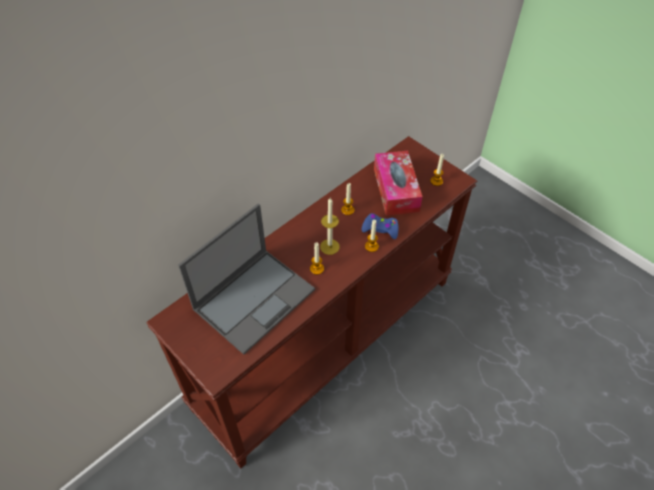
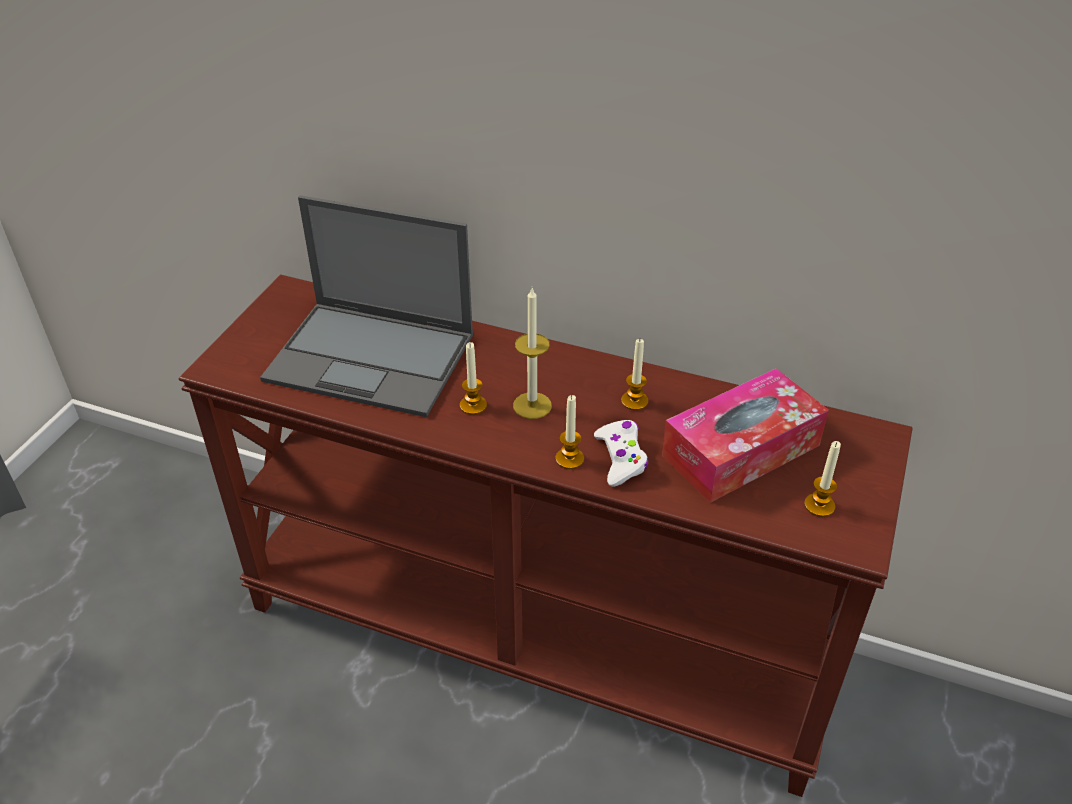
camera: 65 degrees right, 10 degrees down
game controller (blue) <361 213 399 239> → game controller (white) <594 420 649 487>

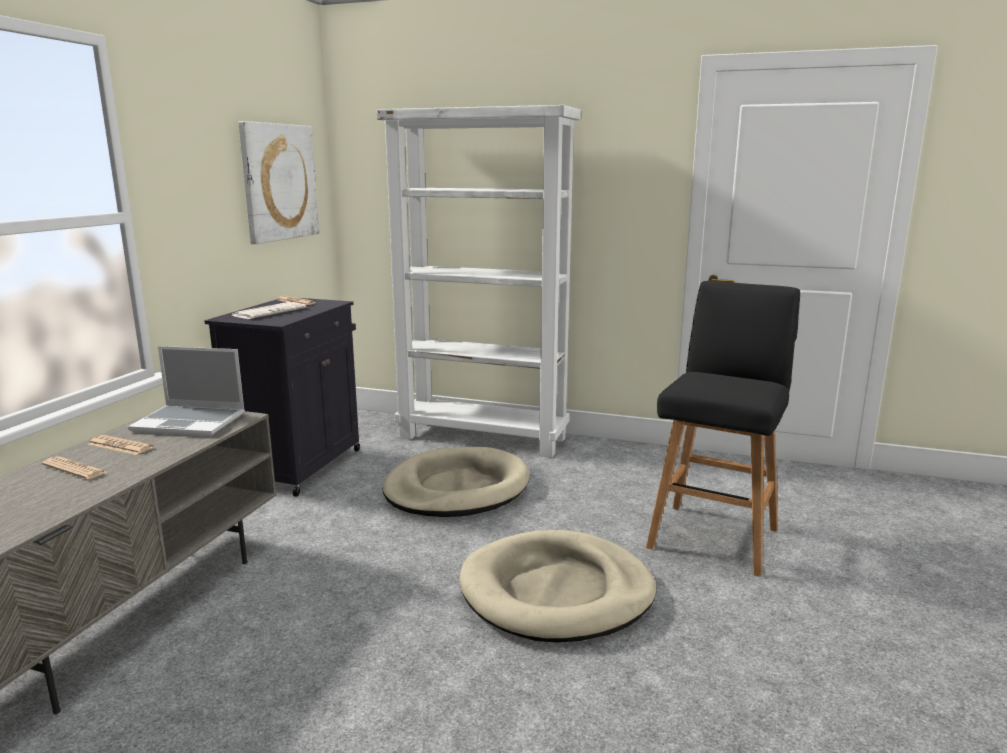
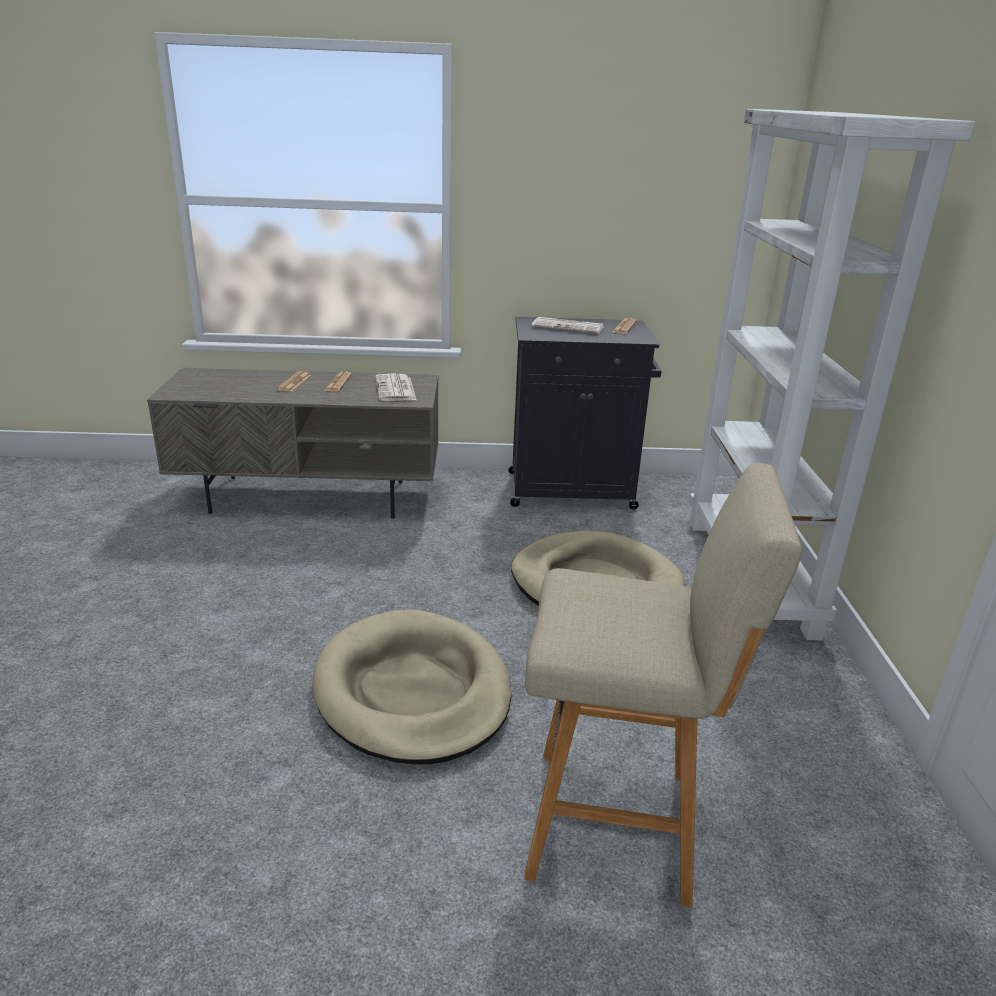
camera: 70 degrees right, 10 degrees up
laptop <128 346 245 436> → newspaper <376 374 416 401>
picture <238 121 319 244> → -
stool (black) <646 281 800 577> → stool (beige) <524 463 802 908>

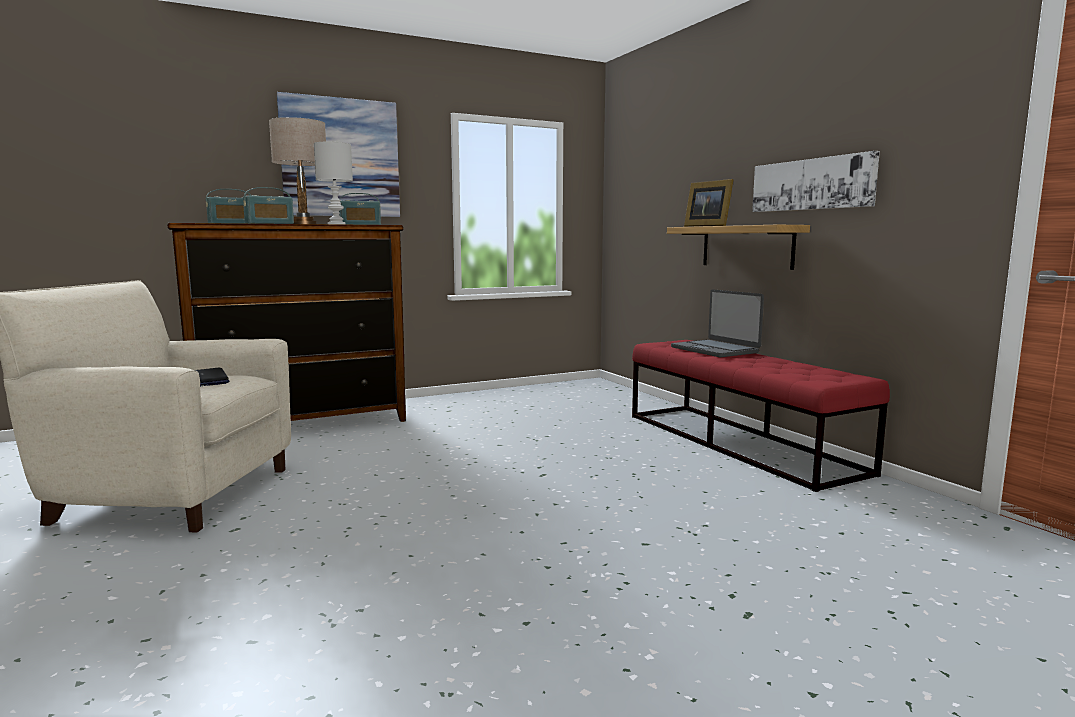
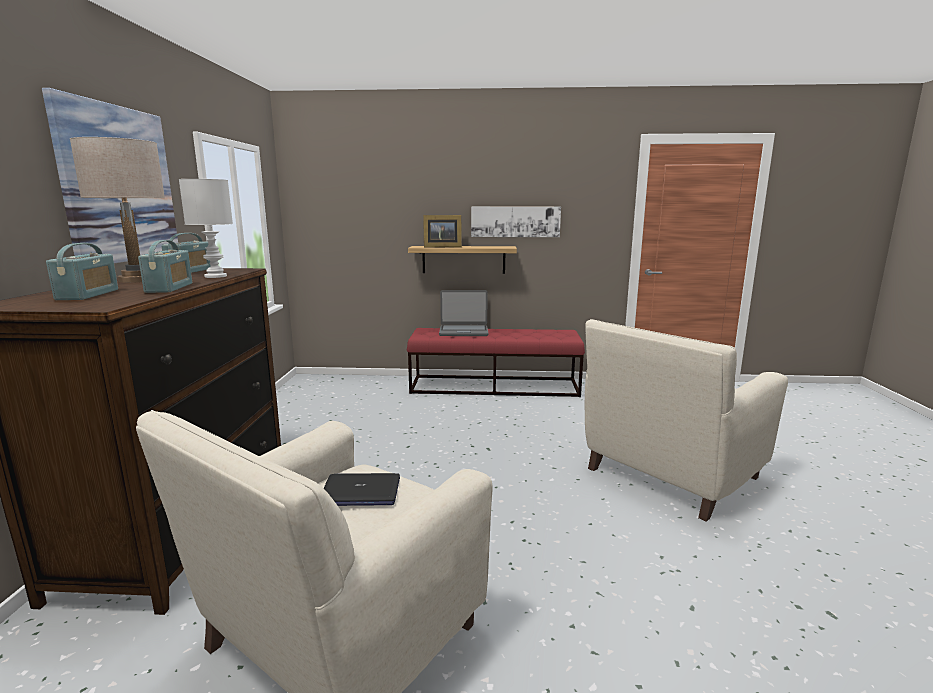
camera: 60 degrees left, 5 degrees up
- → armchair (beige) <585 319 788 522>

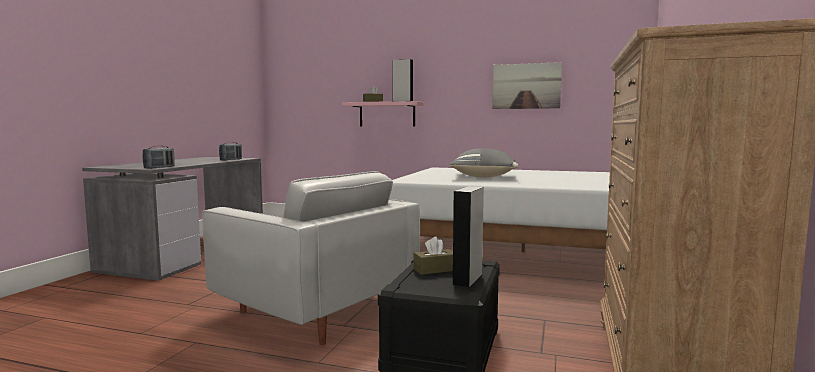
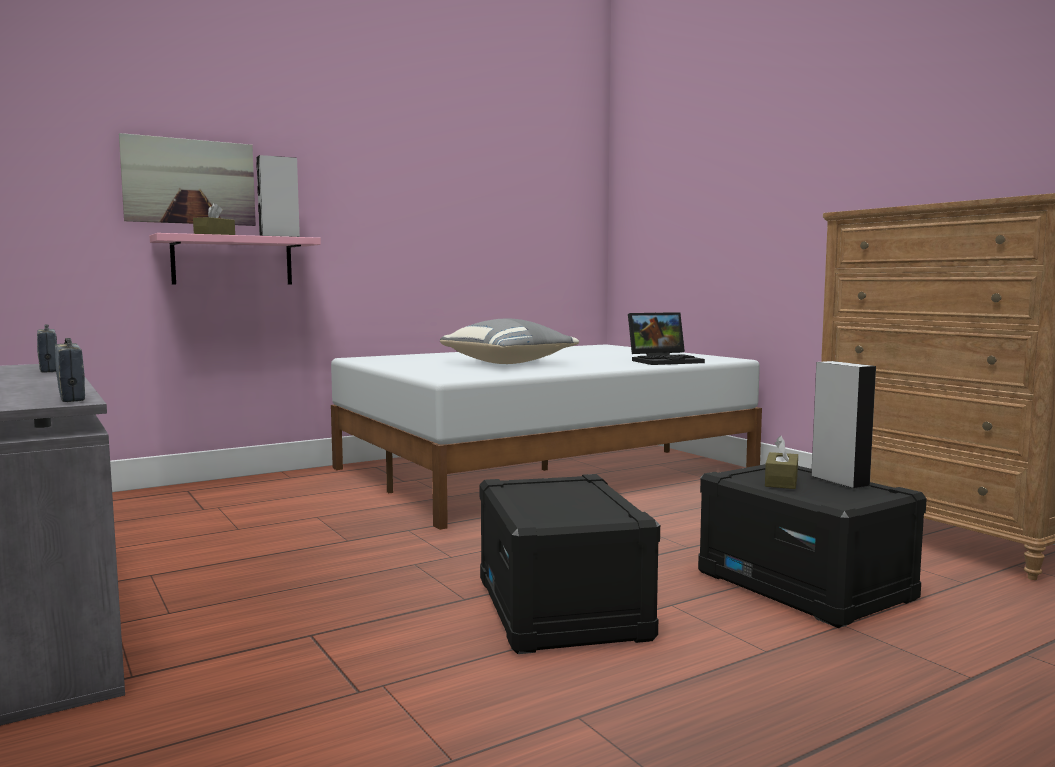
camera: 50 degrees left, 0 degrees up
armchair (white) <202 171 420 345> → storage box (black) <480 474 660 654>
picture <492 62 562 109> → picture <119 133 256 226>, moved
- → laptop <628 312 705 365>

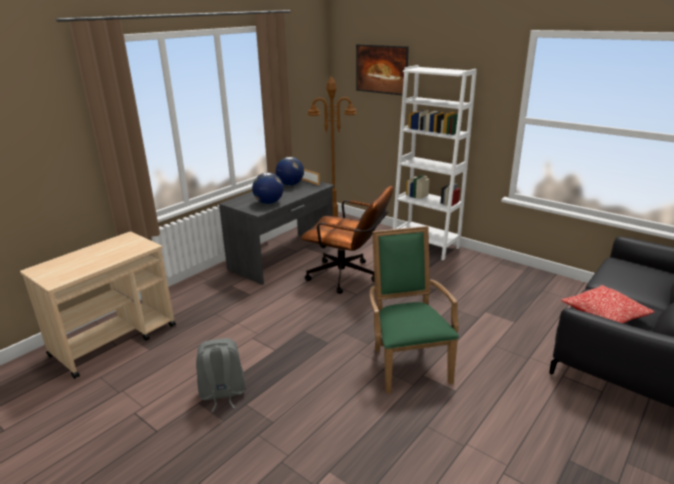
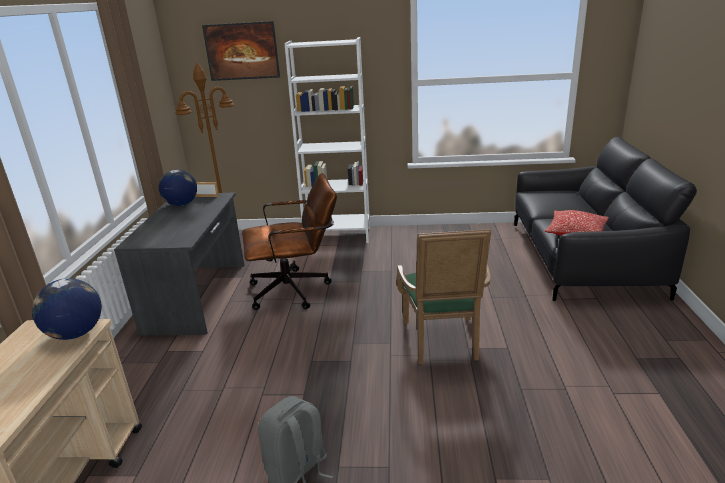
camera: 35 degrees left, 0 degrees up
globe <252 173 284 204> → globe <32 278 102 340>, moved
armchair (green) <370 226 459 394> → armchair (green) <397 229 491 364>, 135 degrees counterclockwise

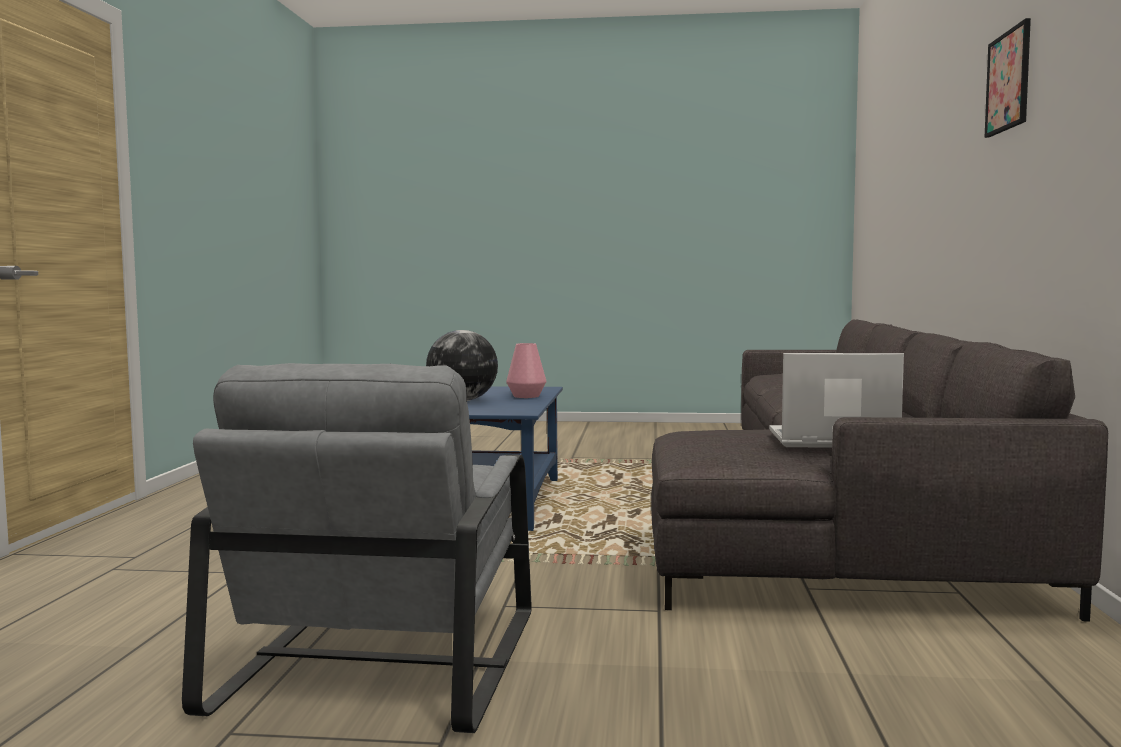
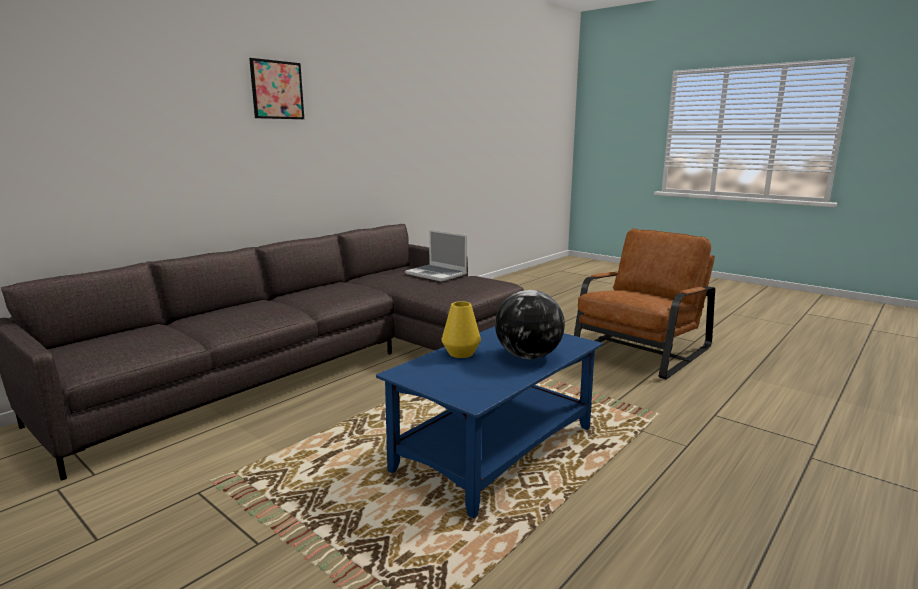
camera: 145 degrees left, 10 degrees up
armchair (grey) <182 363 532 733> → armchair (brown) <574 229 715 379>
vase (pink) <506 343 546 398> → vase (yellow) <442 301 481 358>

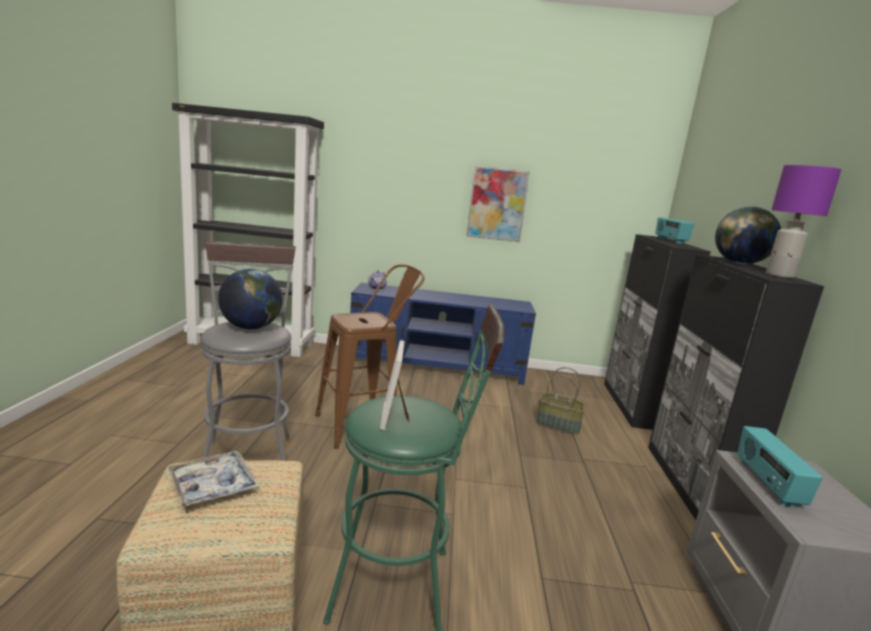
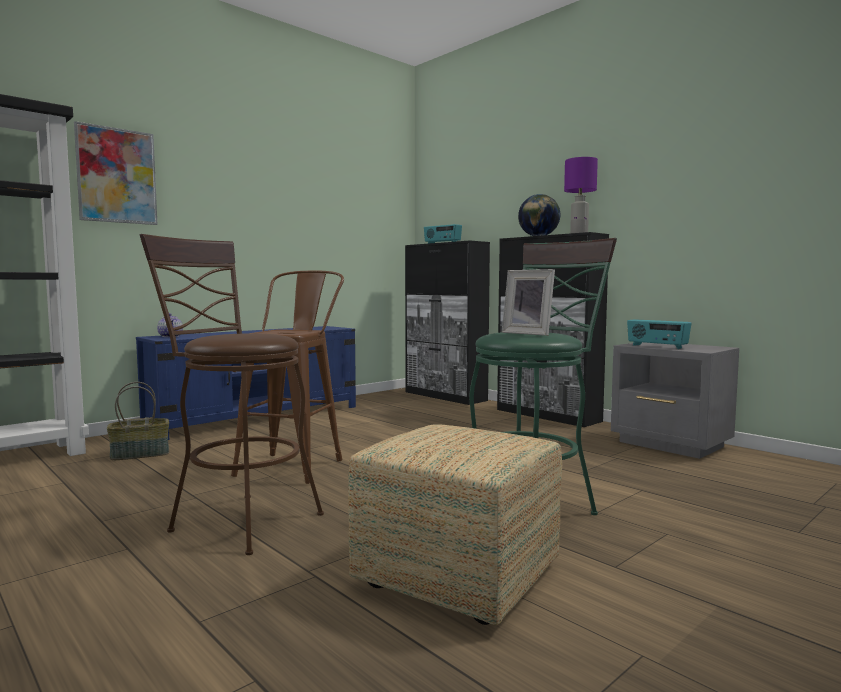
camera: 45 degrees left, 10 degrees down
tray <167 451 260 508> → -
stool (grey) <201 241 296 461> → stool (brown) <139 234 324 555>
globe <218 269 283 330> → -
picture <466 165 530 242> → picture <74 121 158 225>, moved
basket <536 367 586 435> → basket <107 382 169 460>, moved

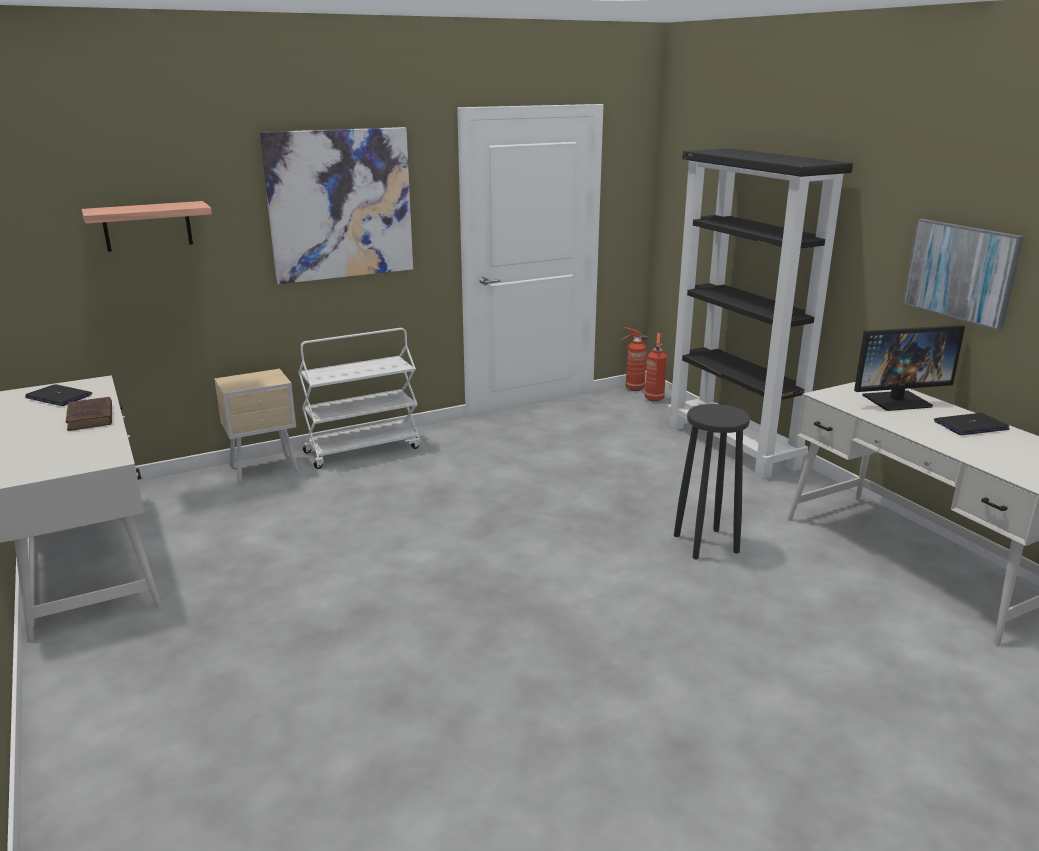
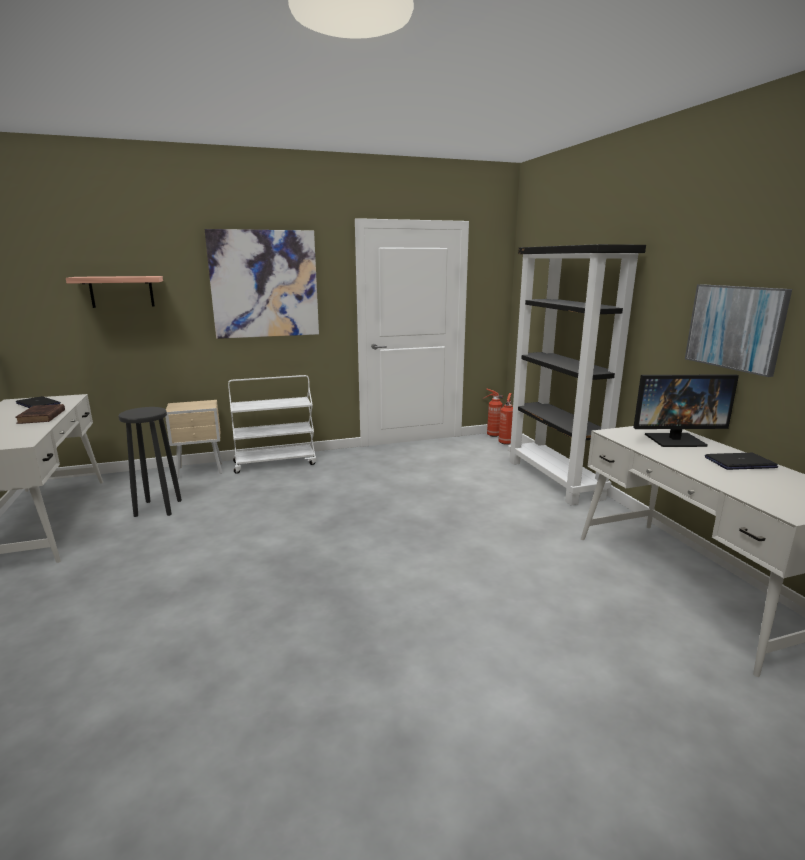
camera: 10 degrees right, 5 degrees down
stool (black) <674 404 750 559> → stool (black) <119 407 182 517>, moved

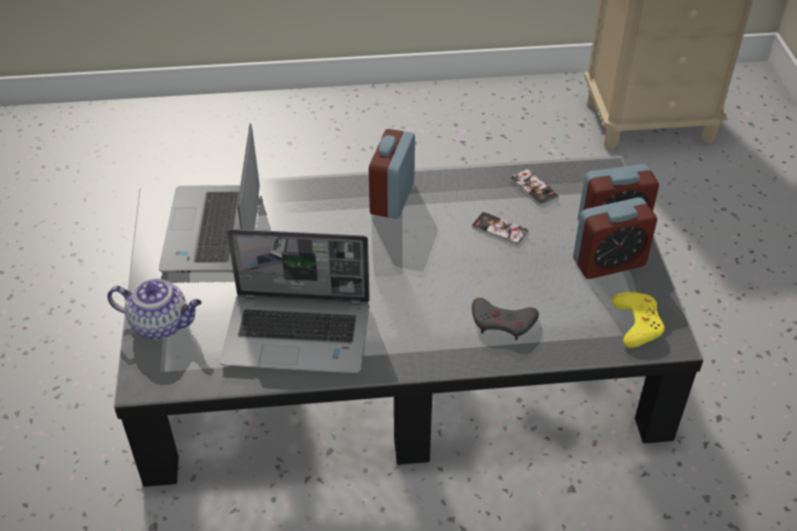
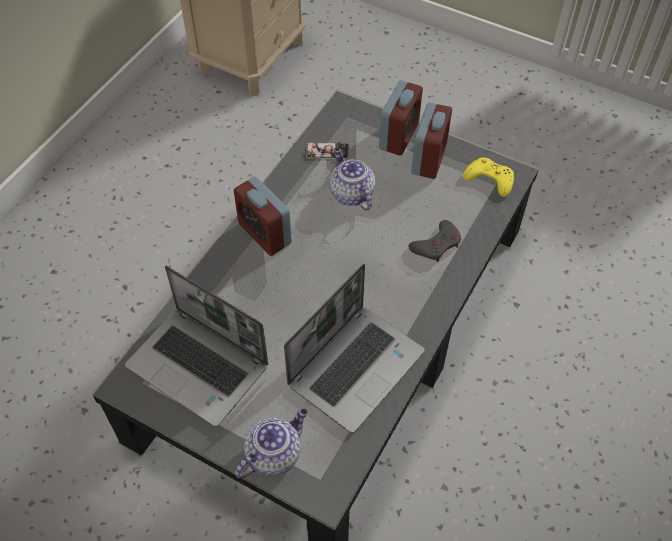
camera: 55 degrees left, 10 degrees up
phone <471 212 528 245> → teapot <329 148 375 210>

